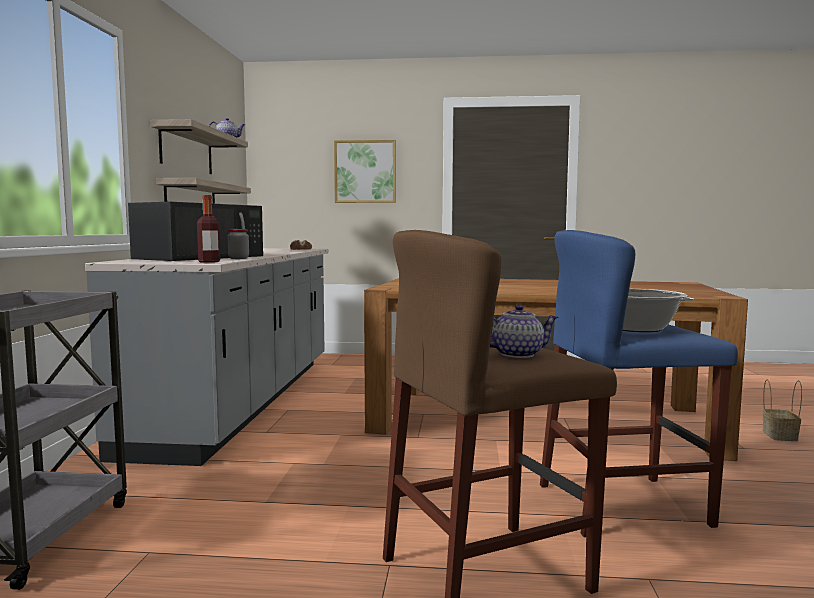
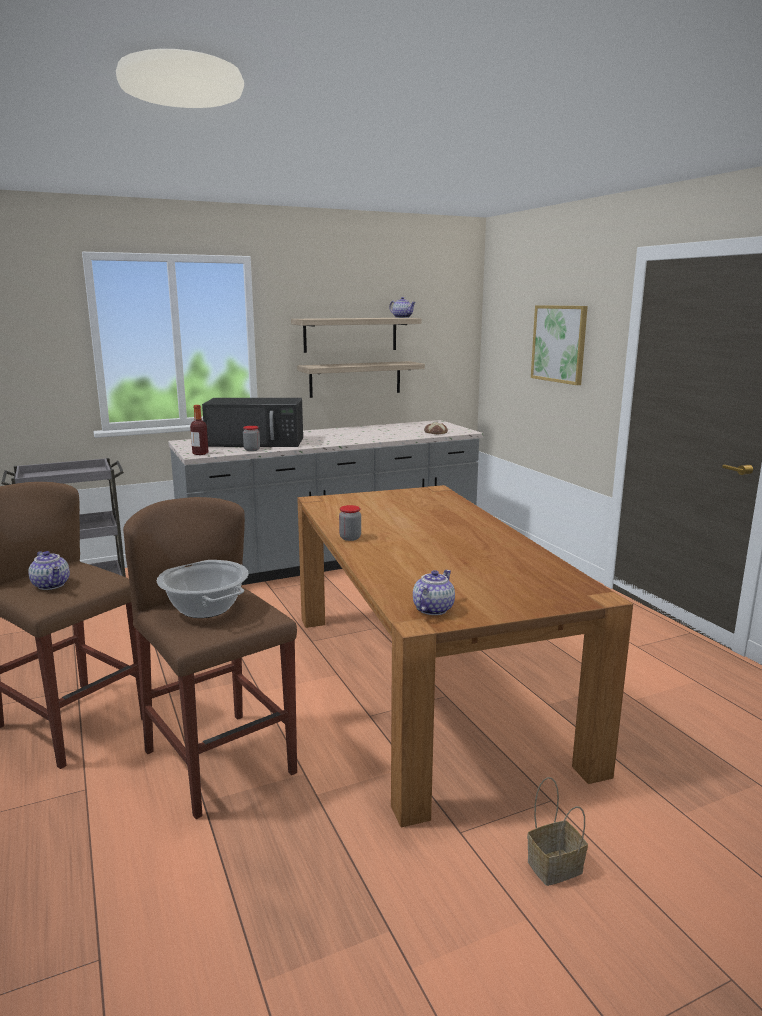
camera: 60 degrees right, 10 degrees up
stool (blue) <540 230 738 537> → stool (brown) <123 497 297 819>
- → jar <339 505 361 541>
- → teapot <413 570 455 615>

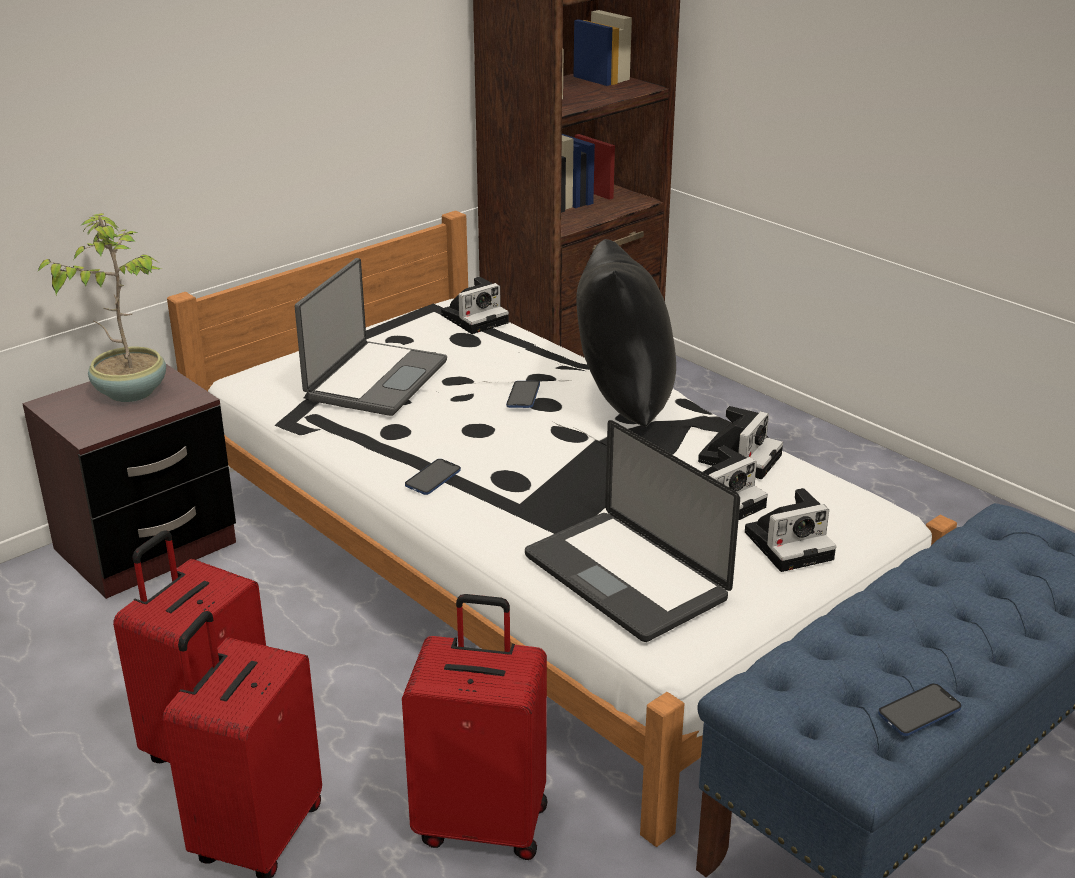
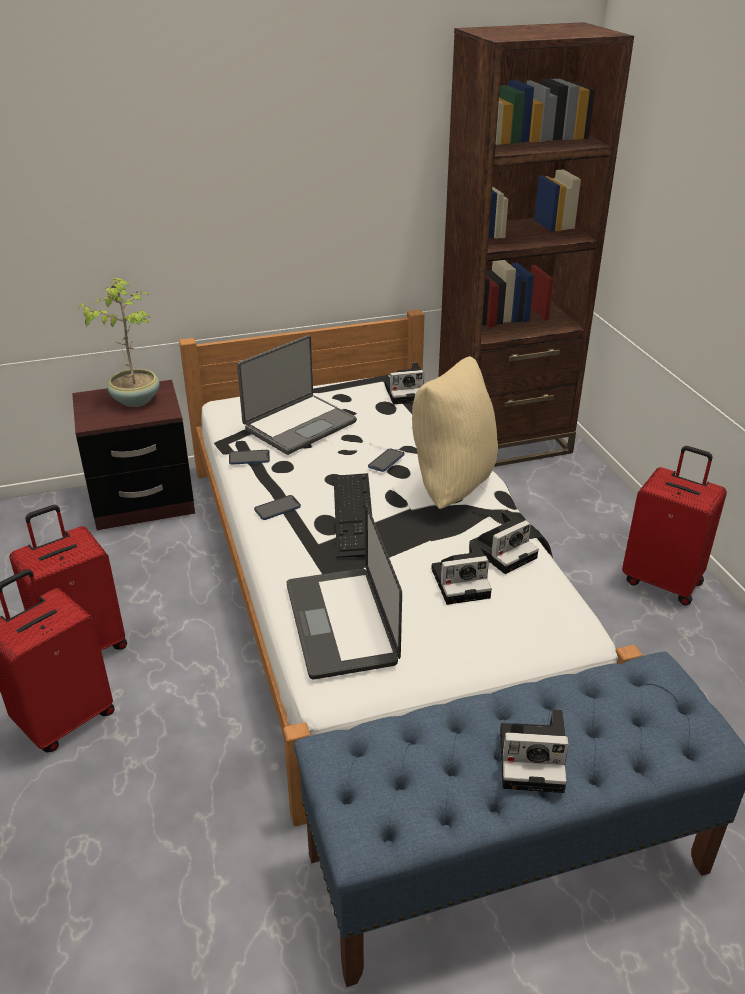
camera: 25 degrees right, 5 degrees up
suitcase (red) <402 594 548 860> → suitcase (red) <622 446 727 606>, moved
pillow (black) <576 239 676 427> → pillow (beige) <412 356 498 509>
photo camera <745 488 836 572> → photo camera <500 709 569 793>, moved
phone <878 683 962 736> → phone <229 450 270 465>, moved
- → keyboard <334 473 372 558>

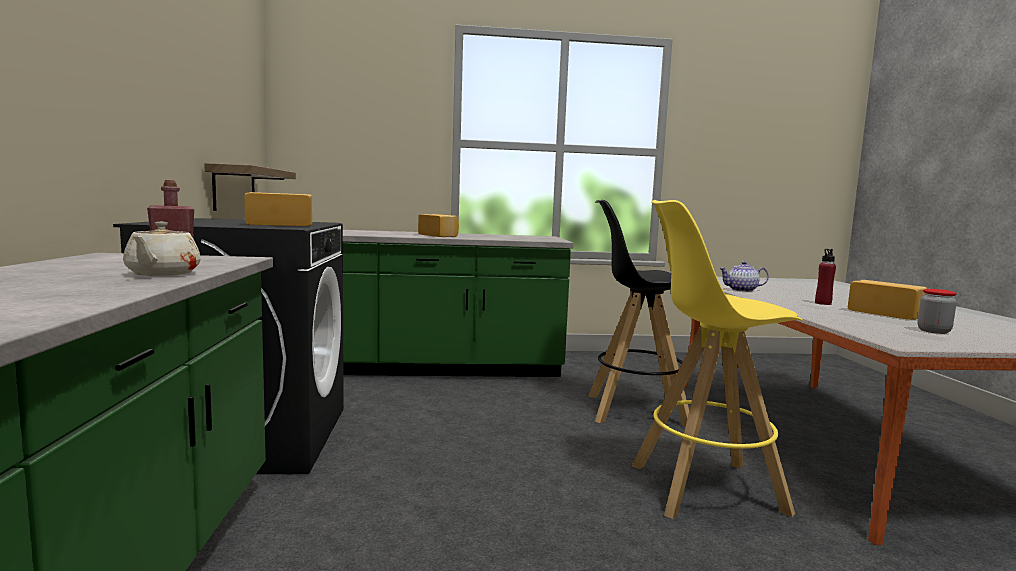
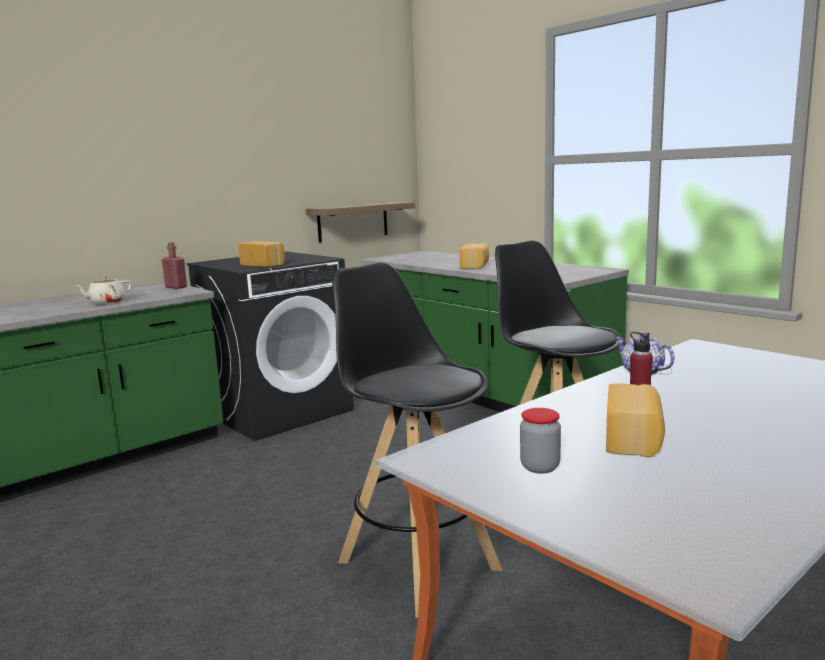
camera: 55 degrees right, 5 degrees up
stool (yellow) <631 200 804 519> → stool (black) <332 263 502 618>

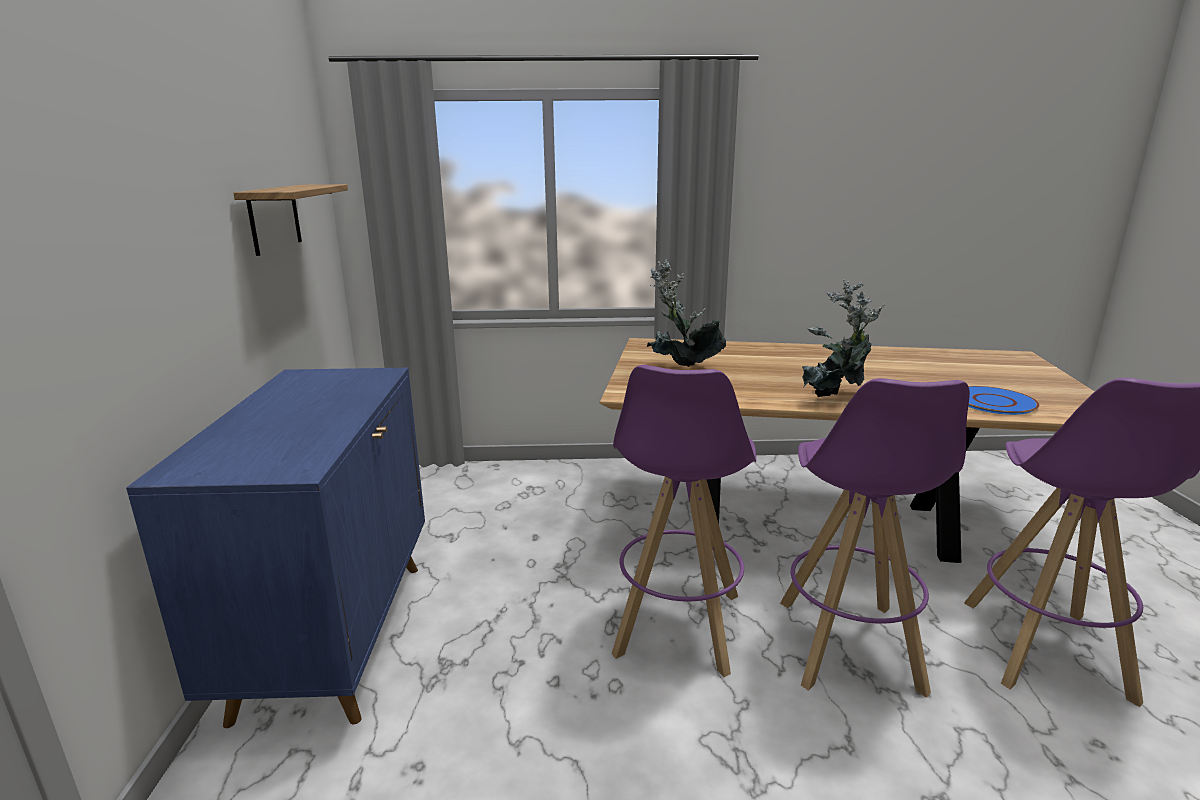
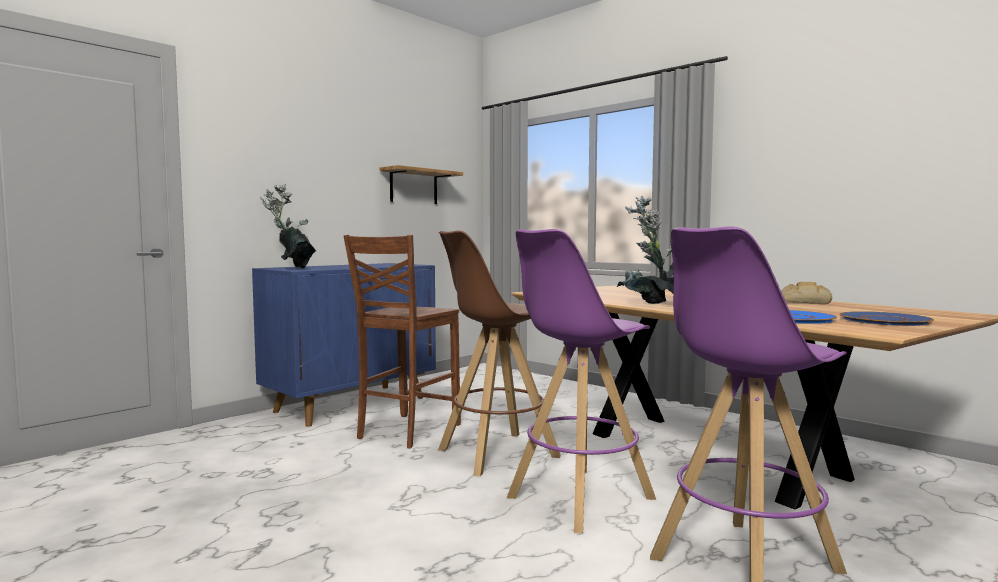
camera: 45 degrees right, 15 degrees down
stool (purple) <612 365 756 677> → stool (brown) <438 231 561 476>
potted plant <647 259 726 367> → potted plant <260 184 316 269>, moved
- → chair (brown) <344 235 461 448>
- → bread <781 282 832 304>
- → plate (blue) <840 311 934 326>

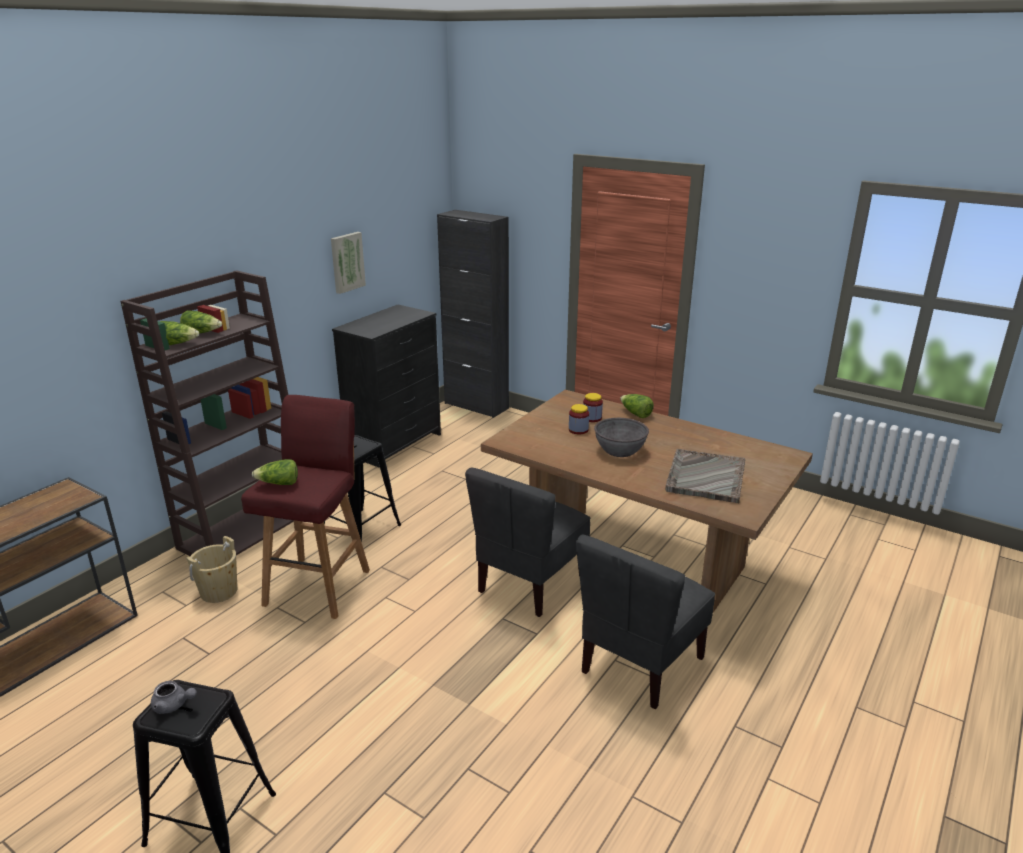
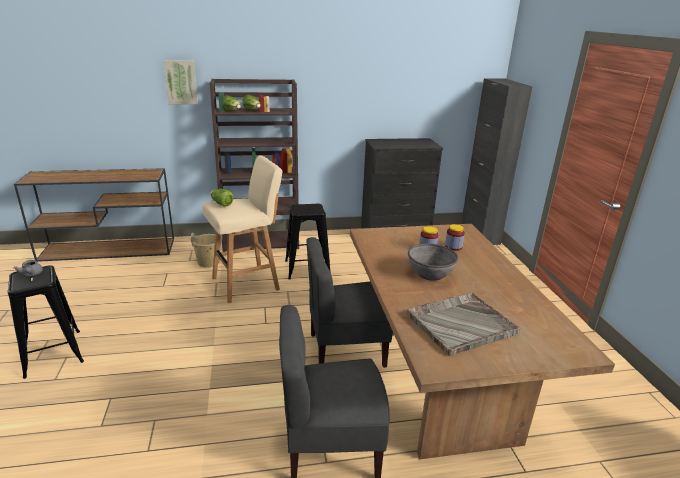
camera: 45 degrees right, 0 degrees up
stool (red) <241 395 370 619> → stool (beige) <202 156 282 303>
picture <331 232 366 294> → picture <163 60 198 104>, moved
lettuce <620 394 654 418> → -

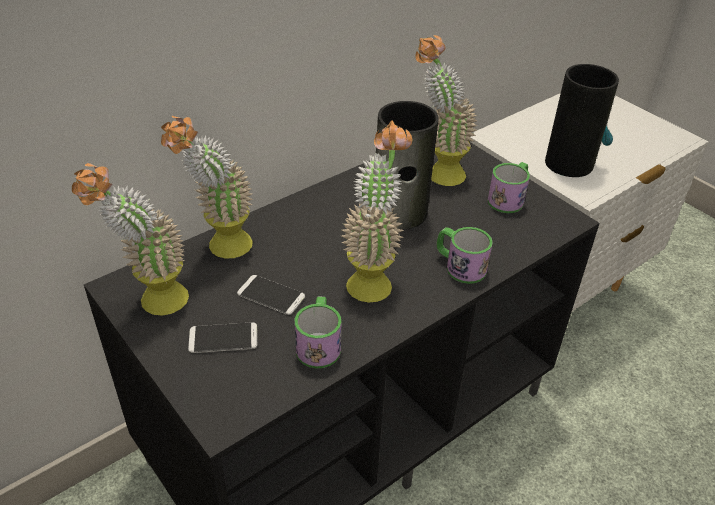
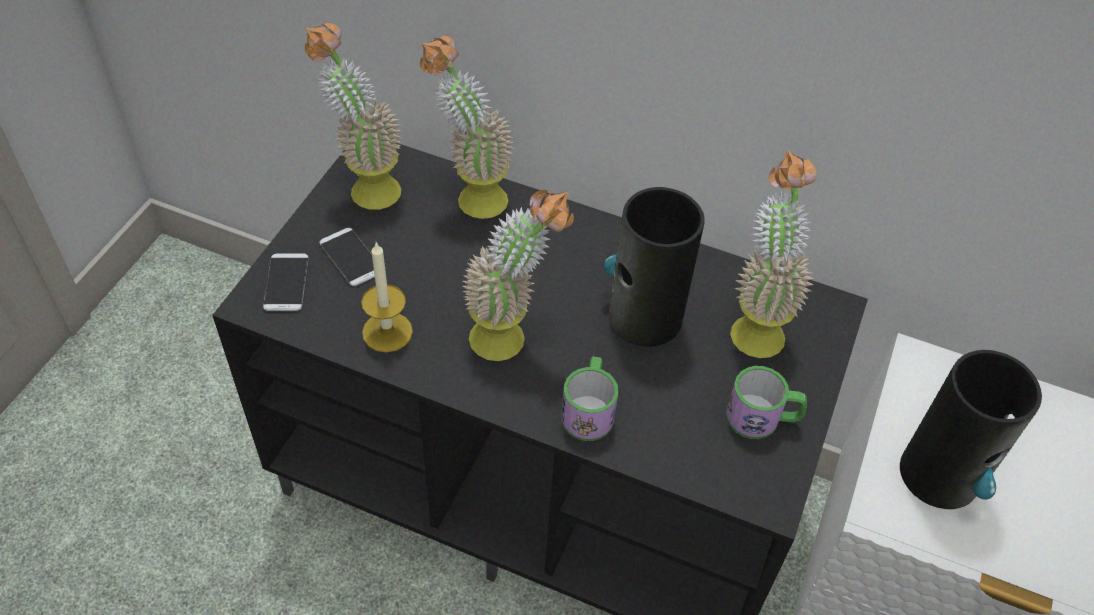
camera: 60 degrees right, 10 degrees up
phone <237 275 305 315> → phone <263 254 309 311>, moved
mug <295 296 341 368> → candle <361 242 413 353>

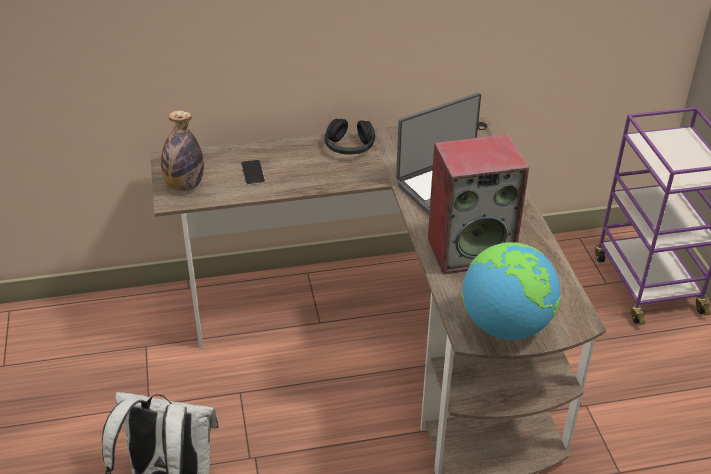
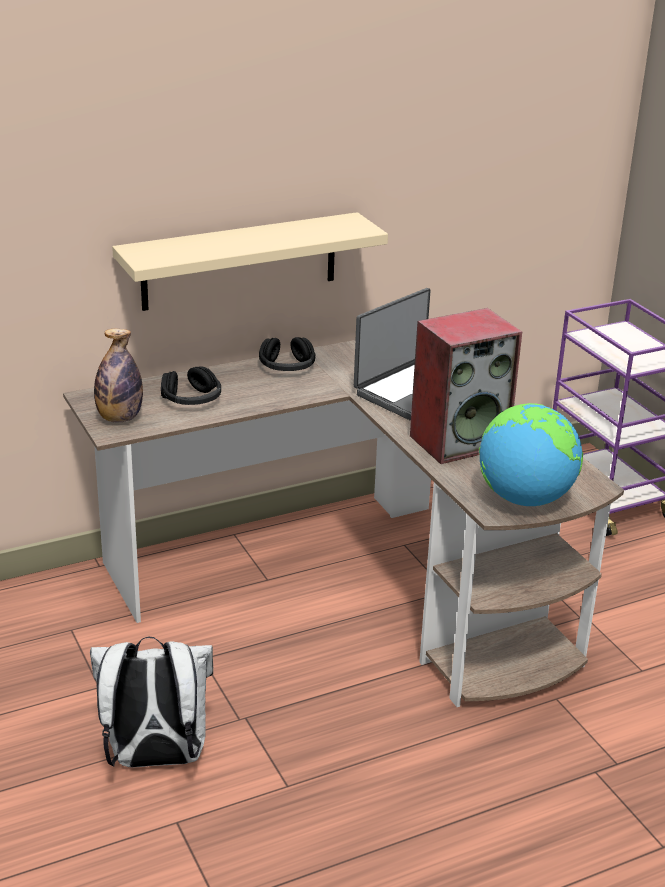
camera: 15 degrees left, 10 degrees down
phone <241 160 265 185> → headphones (black) <161 366 221 405>
- → shelf (beige) <112 212 388 311>

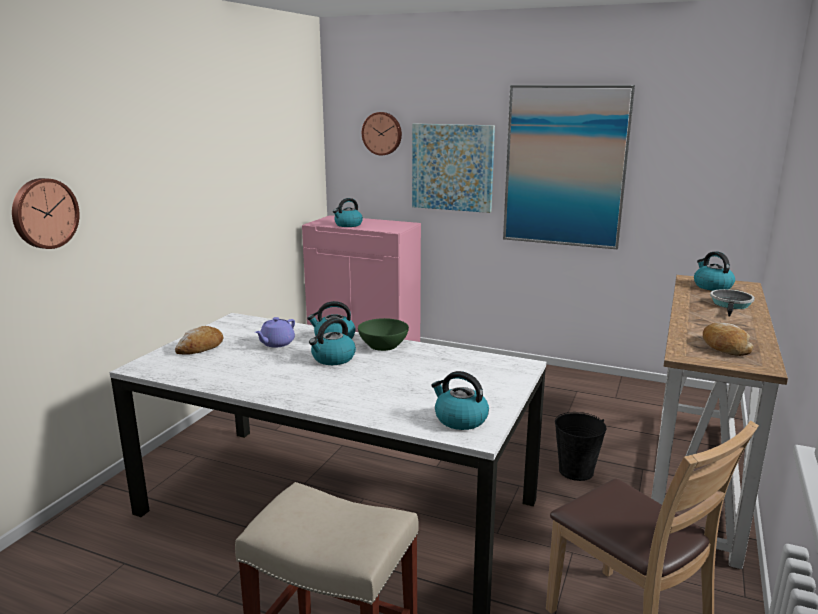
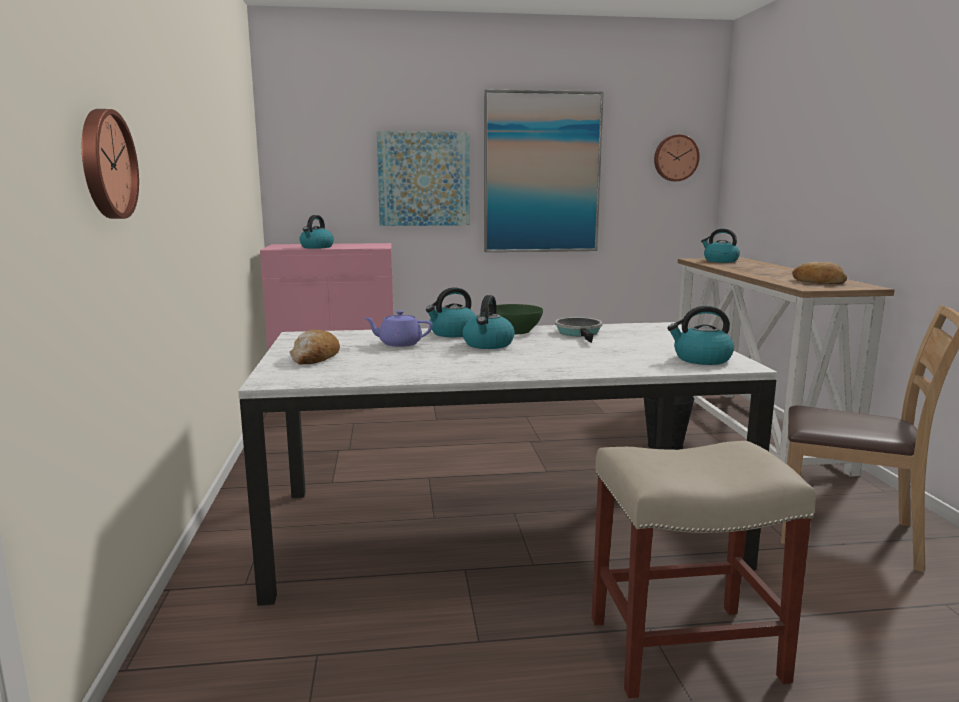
camera: 30 degrees left, 5 degrees down
teapot (purple) <255 317 295 348> → teapot (purple) <364 310 433 347>, 90 degrees clockwise
wall clock <362 112 402 156> → wall clock <654 134 700 181>, moved
frying pan <710 289 755 317> → frying pan <555 317 603 343>, moved

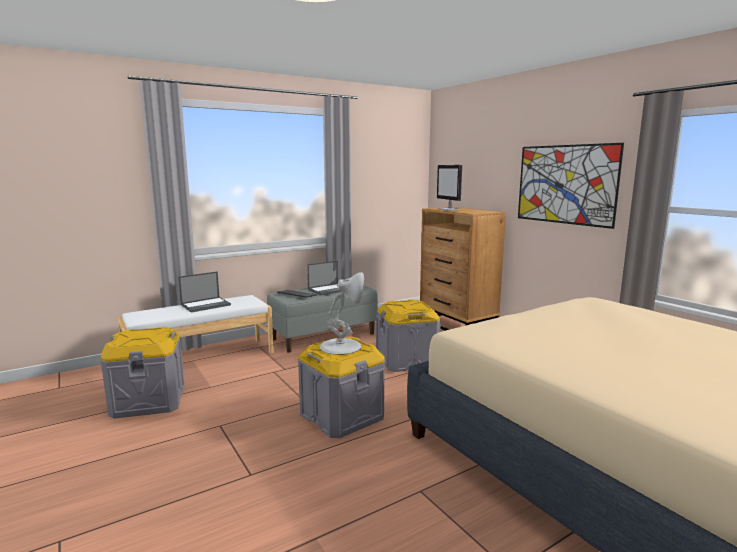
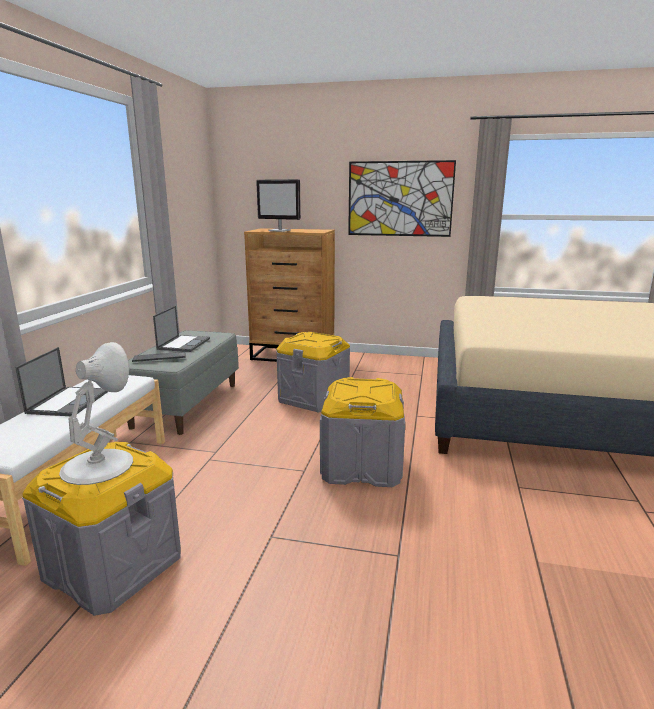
camera: 45 degrees left, 5 degrees up
table lamp (white) <320 272 364 355> → table lamp (white) <59 342 133 485>, moved

